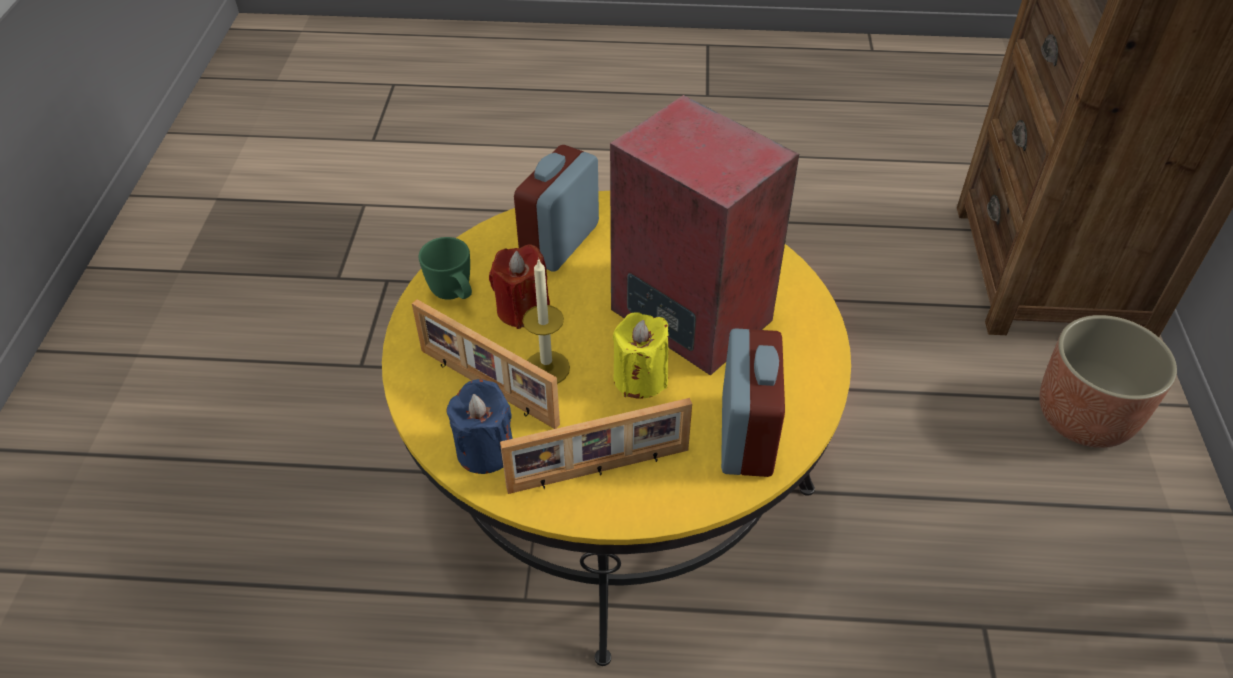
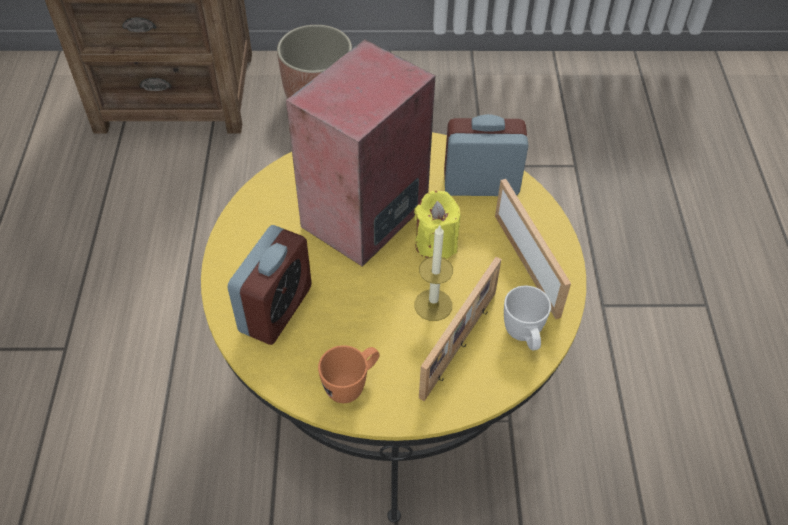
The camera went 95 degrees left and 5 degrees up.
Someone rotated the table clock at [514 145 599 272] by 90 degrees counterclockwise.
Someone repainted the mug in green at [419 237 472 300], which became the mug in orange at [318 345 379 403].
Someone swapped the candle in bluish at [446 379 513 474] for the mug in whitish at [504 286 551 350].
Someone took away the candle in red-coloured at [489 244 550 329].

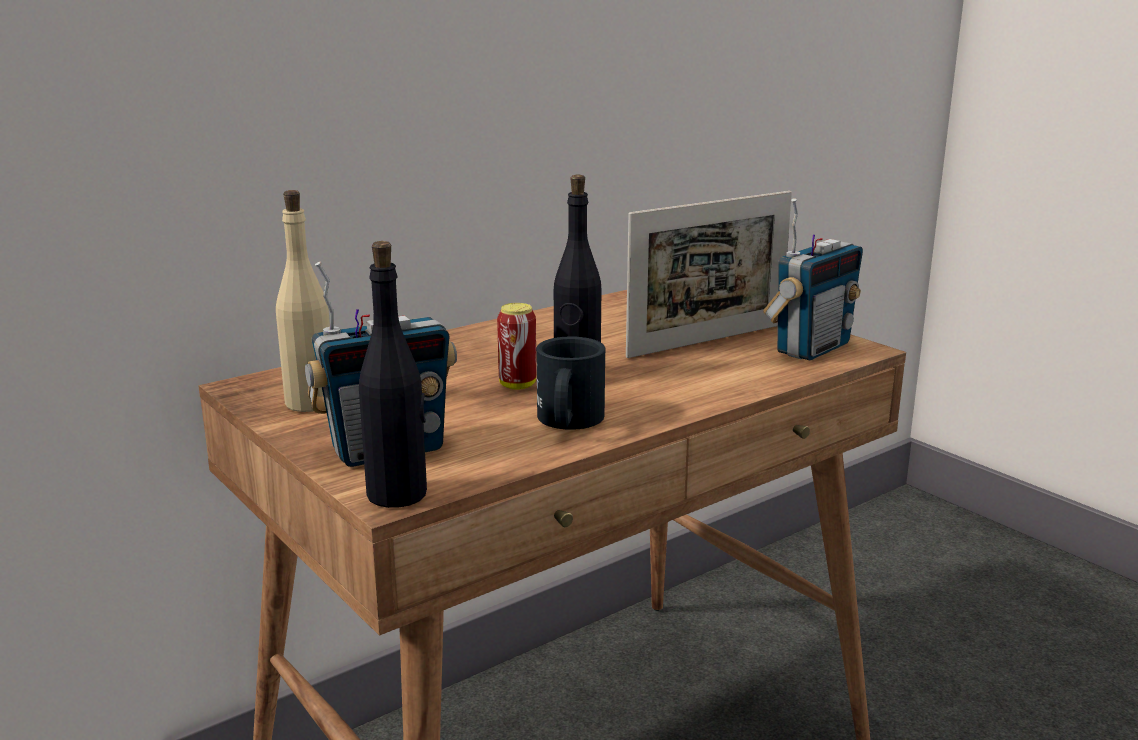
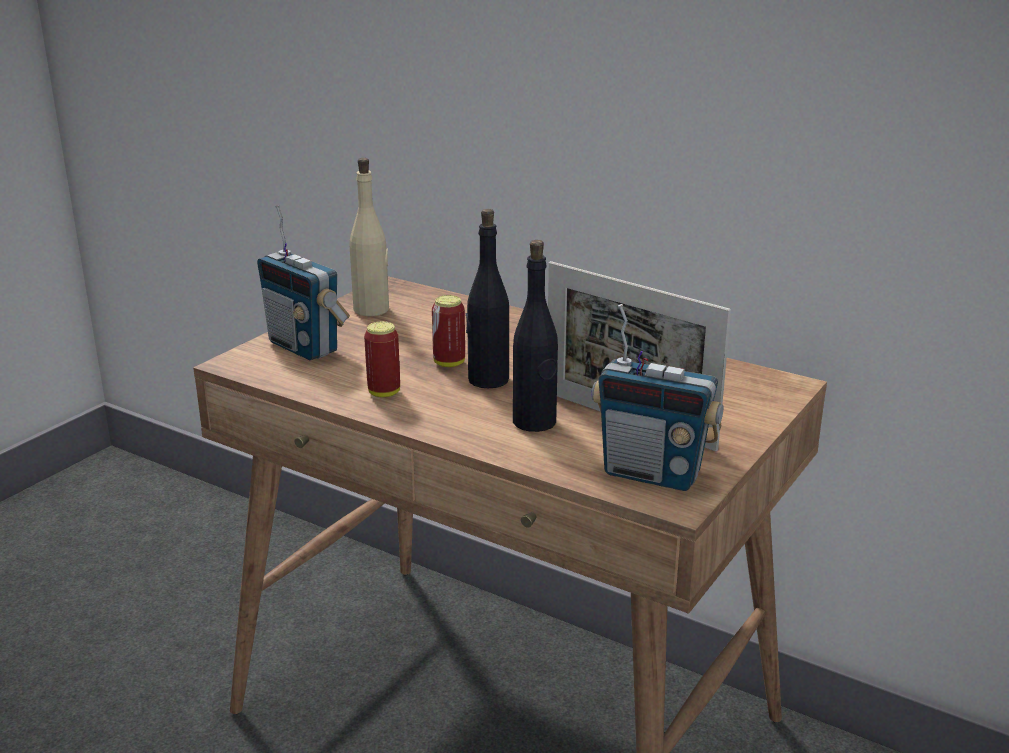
The camera went 70 degrees right and 5 degrees up.
Someone swapped the mug in black at [536 336 606 430] for the sealed can at [364 321 400 397].
Someone carried the drink bottle in black from [359 241 427 508] to [513 240 558 432].

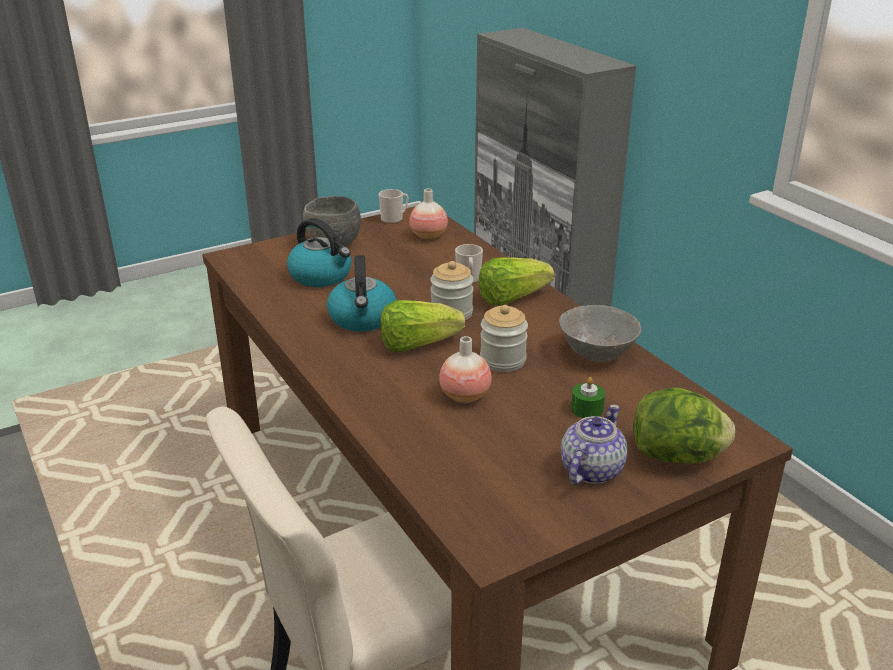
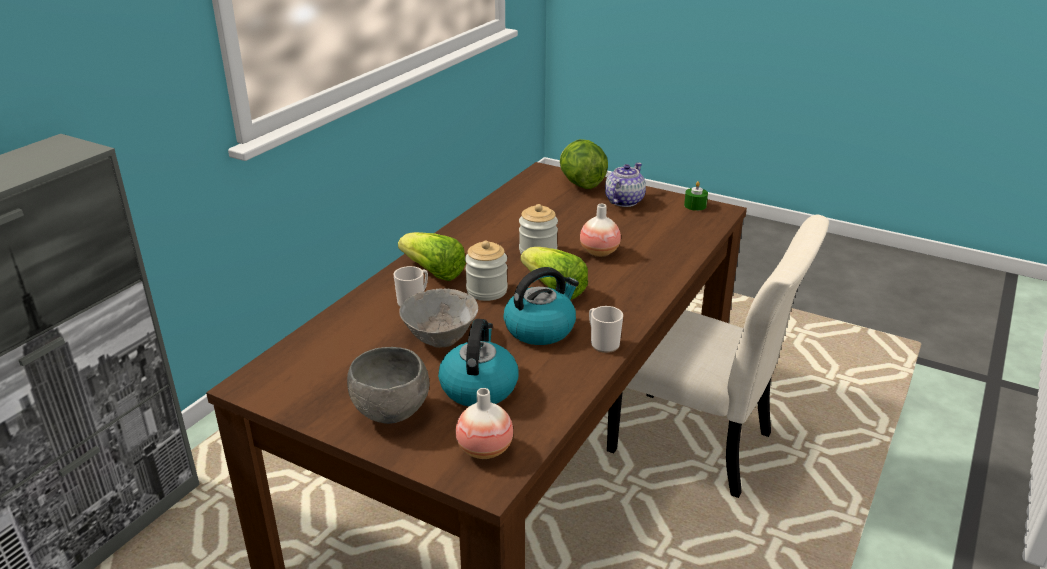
The camera went 120 degrees left and 0 degrees up.
Someone carried the bowl in grey from [559 305 641 363] to [399 289 478 348].
Someone carried the flower vase from [409 189 448 240] to [456 388 513 459].
Someone carried the mug from [379 189 408 224] to [589 306 623 353].
Someone rotated the tea pot at [561 404 628 485] by 120 degrees clockwise.
Someone carried the candle in green from [571 377 605 418] to [684 181 708 211].

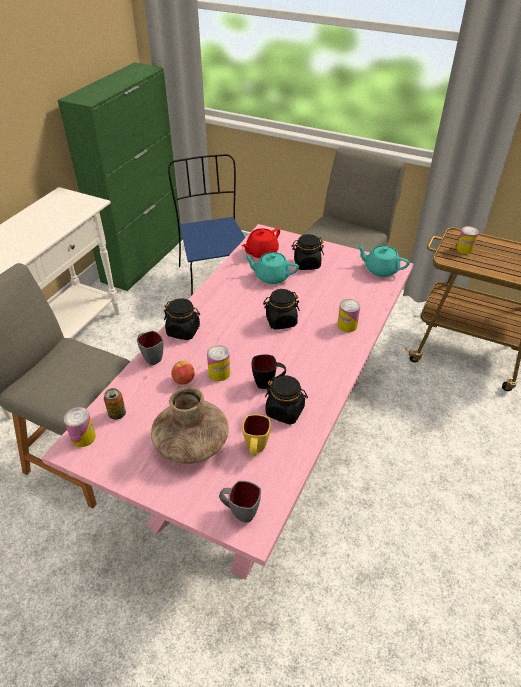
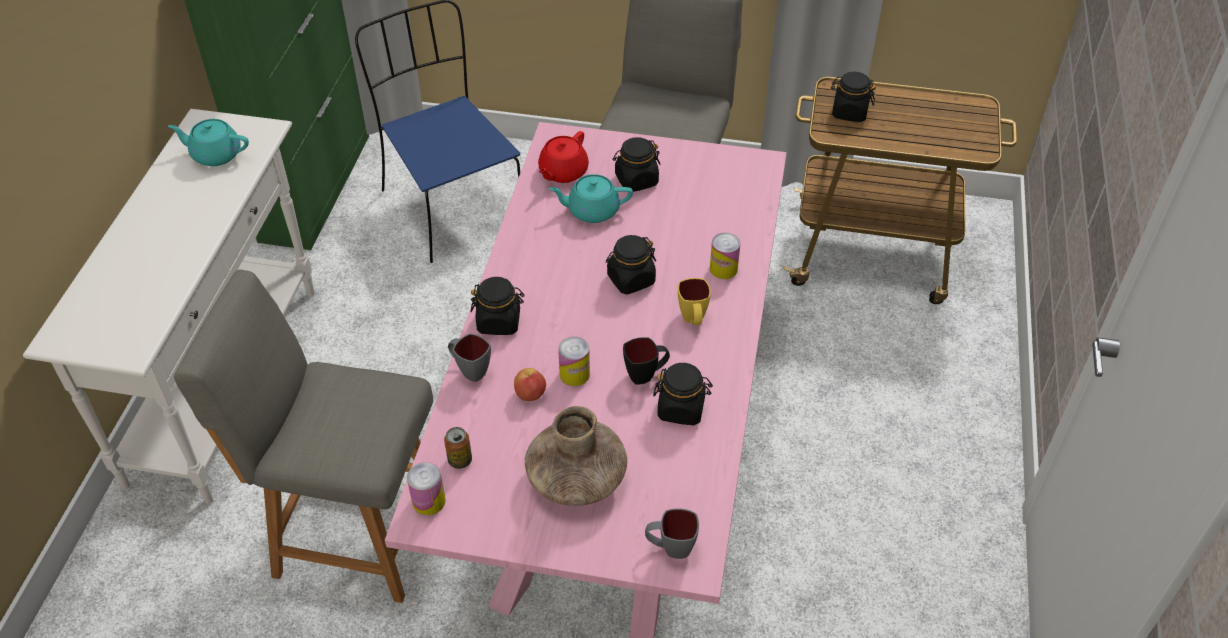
The camera went 15 degrees left and 5 degrees up.
Someone carried the tea pot in turquoise-coloured from [356 245 410 277] to [168 119 249 166].
Someone carried the mug in yellowish from [243 415 271 456] to [678 278 711 325].
Someone swapped the sealed can at [456 226 479 254] for the jar in black at [831 72 876 122].

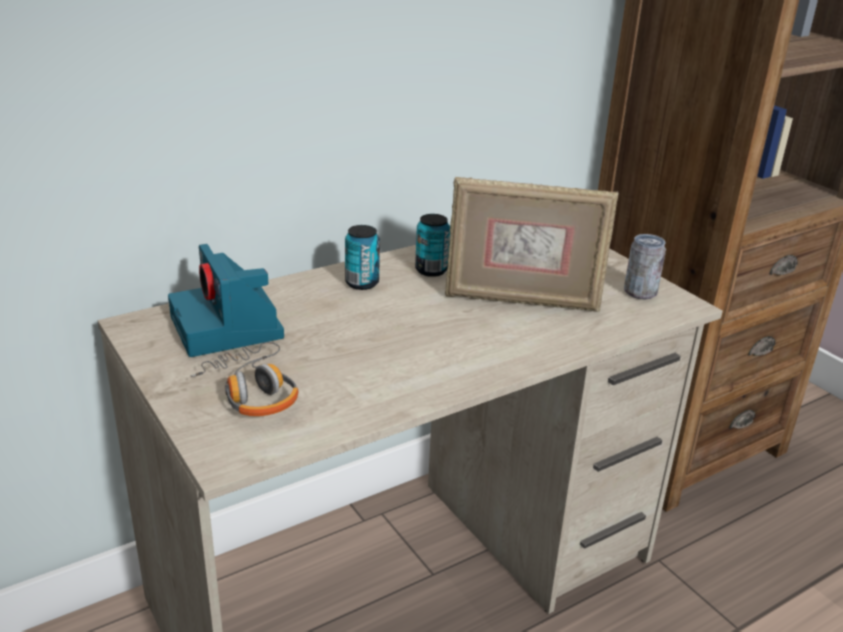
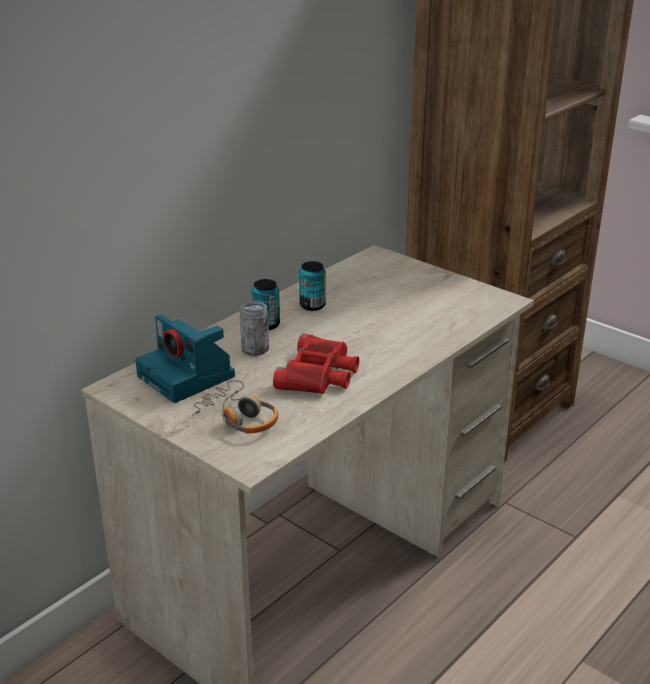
The camera went 15 degrees left and 0 degrees up.
Someone carried the sealed can from [624 234 666 299] to [240 301 269 356].
Someone put down the pair of binoculars in red-coloured at [273 333 359 394].
Someone took away the photo frame at [445 177 619 312].

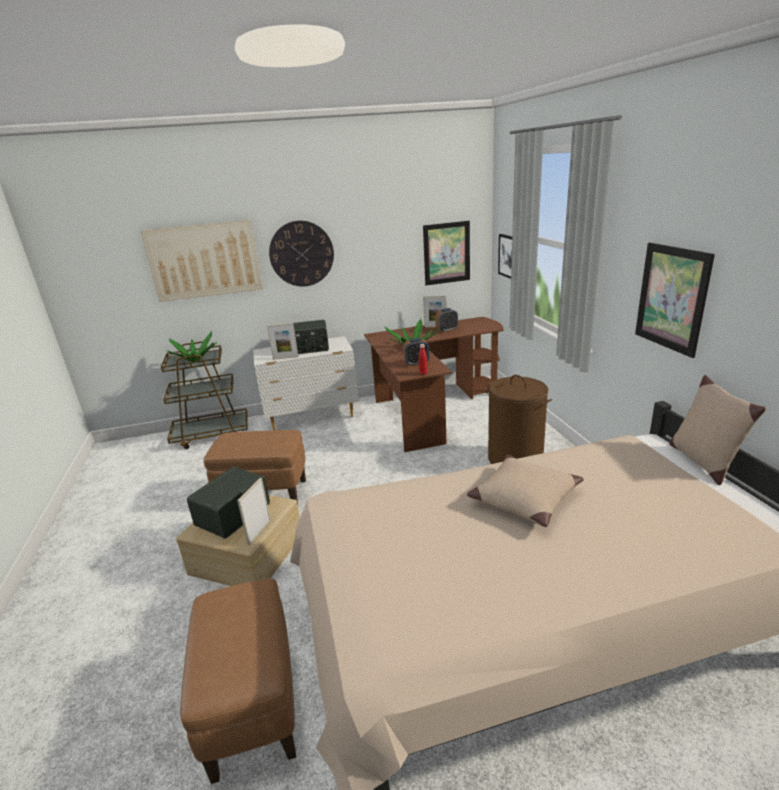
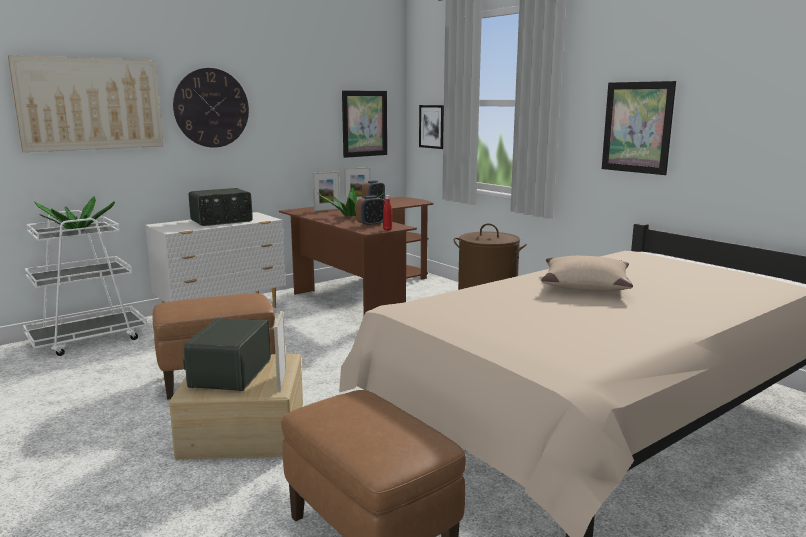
The camera went 25 degrees left and 10 degrees down.
Someone repainted the cart in brown-coloured at [161 342 248 449], which became the cart in whitish at [23 210 147 356].
Someone carried the photo frame from [267 323 299 360] to [312 172 340 211].
Someone took away the pillow in sand-coloured at [669 375 766 485].

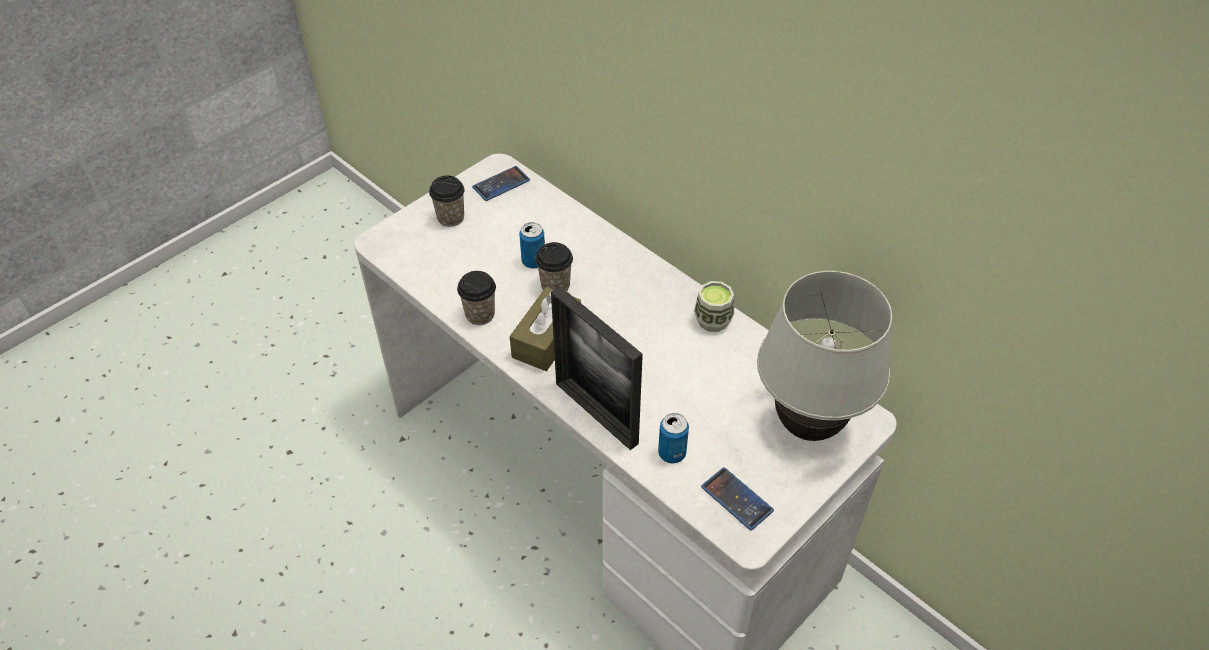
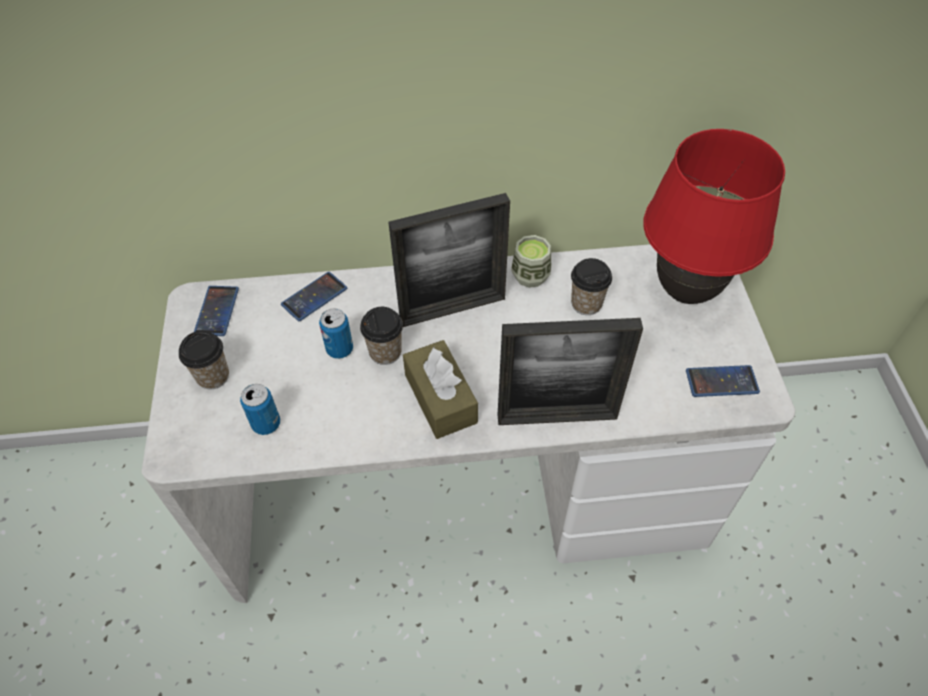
The camera went 50 degrees left and 5 degrees up.
Someone carried the sealed can from [658 413 689 464] to [240 384 280 435].
Someone put down the handset at [281 272 347 321].
Someone put down the photo frame at [388 193 510 327].
Someone carried the drinking cup from [457 271 496 325] to [571 258 612 315].
Someone repainted the tabletop lamp in whitish at [757 271 892 441], which became the tabletop lamp in red-coloured at [643 129 785 304].

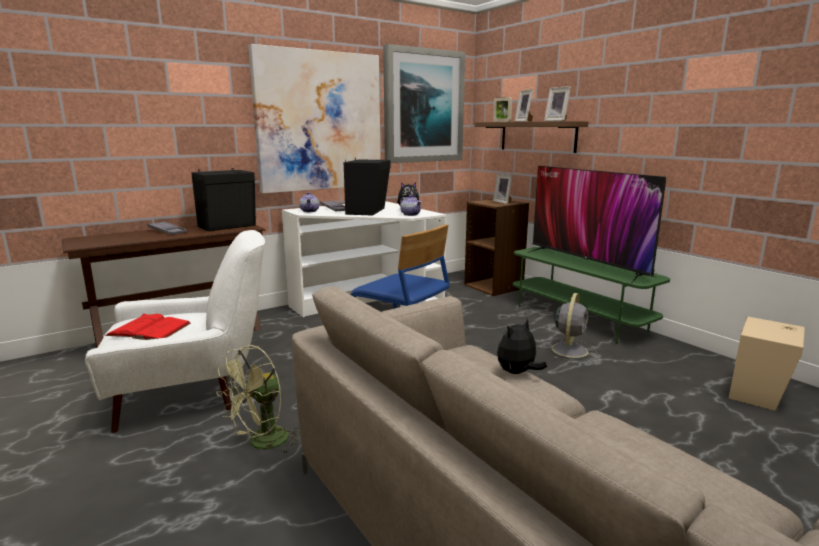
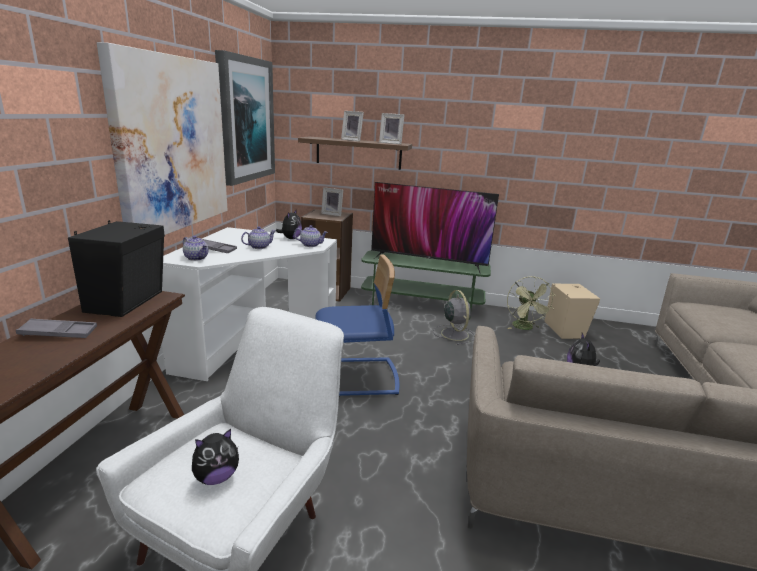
The camera went 45 degrees left and 5 degrees up.
Someone swapped the bound book in red-coloured at [105 313 191 340] for the cuddly toy at [192 429 239 485].
Someone swapped the audio speaker in black at [344 158 390 216] for the tea pot at [241 226 276 249].
Someone carried the electric fan in green from [216 345 300 454] to [507 276 556 330].
Someone took away the photo frame at [493 97 512 122].

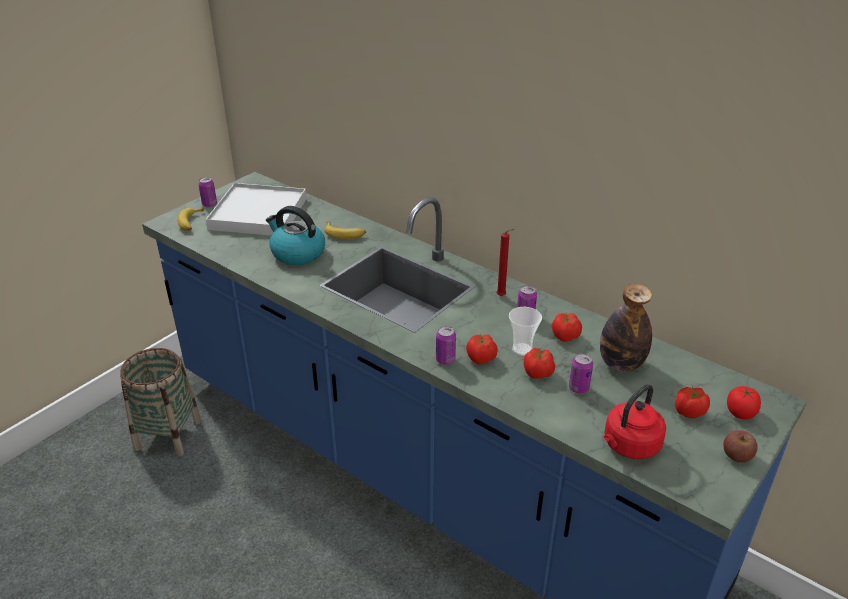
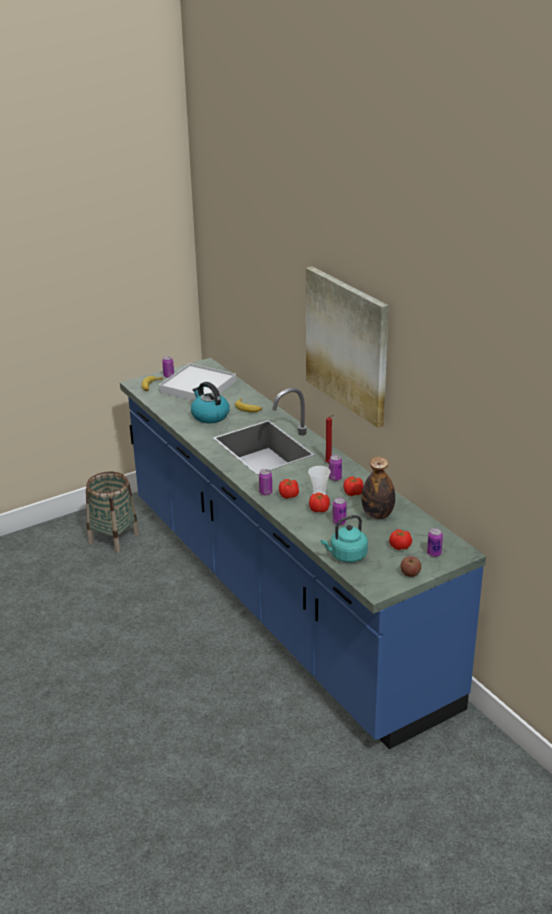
The camera went 20 degrees right and 5 degrees down.
Someone put up the picture at [306 266 389 428].
Someone repainted the tea kettle in red-coloured at [604 384 666 459], which became the tea kettle in turquoise-coloured at [321 515 368 563].
Someone swapped the tomato at [727 386 761 420] for the sealed can at [427 528 443 557].

